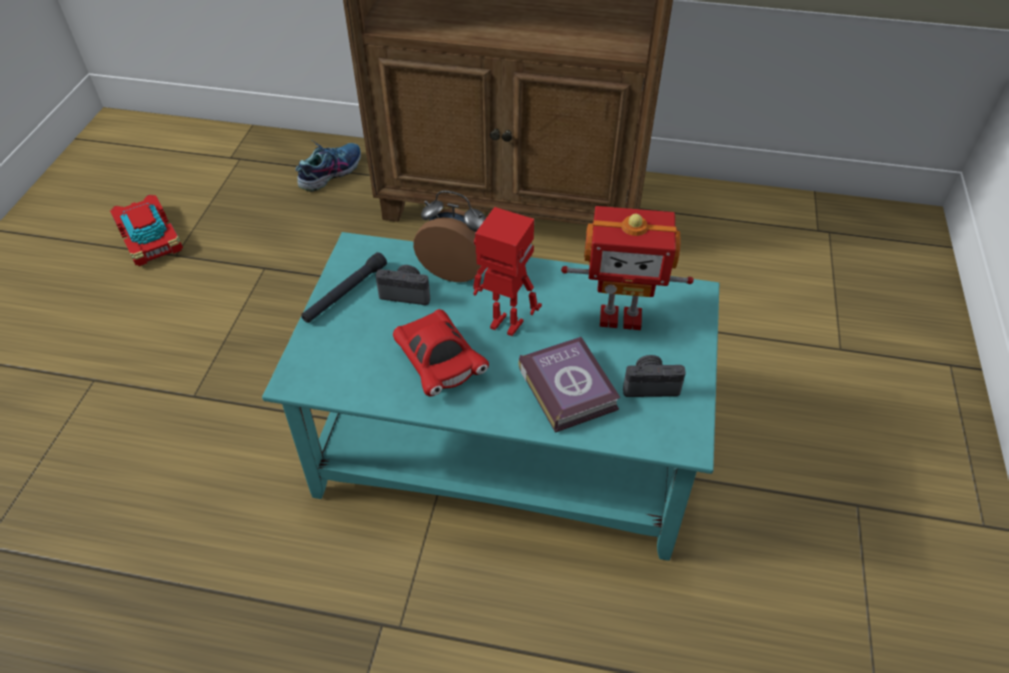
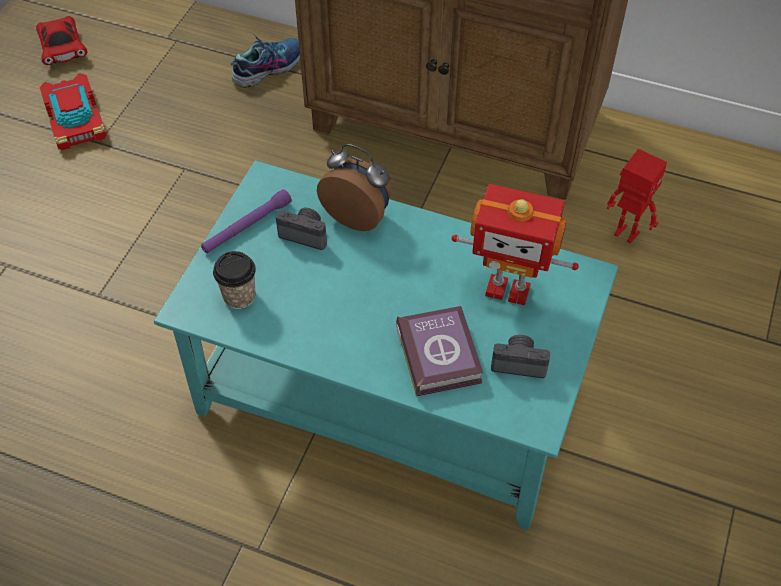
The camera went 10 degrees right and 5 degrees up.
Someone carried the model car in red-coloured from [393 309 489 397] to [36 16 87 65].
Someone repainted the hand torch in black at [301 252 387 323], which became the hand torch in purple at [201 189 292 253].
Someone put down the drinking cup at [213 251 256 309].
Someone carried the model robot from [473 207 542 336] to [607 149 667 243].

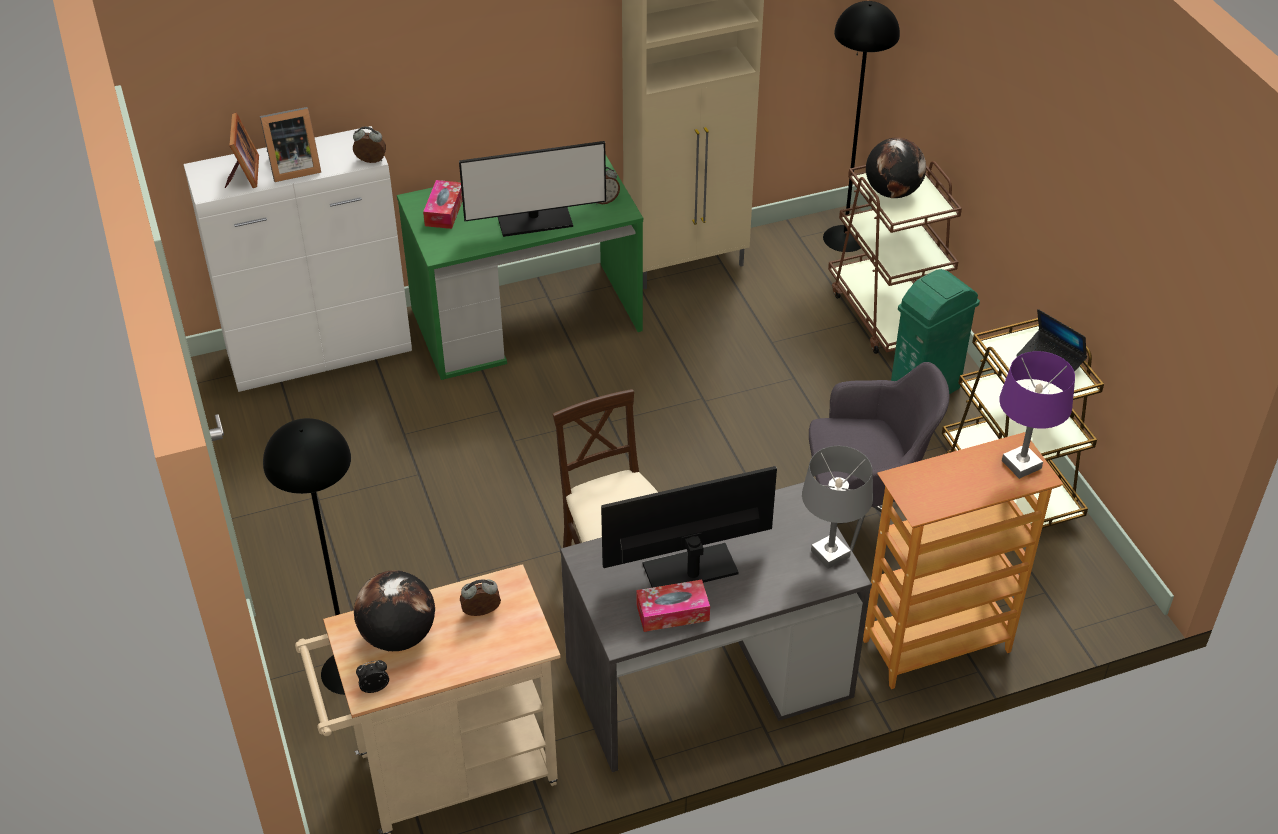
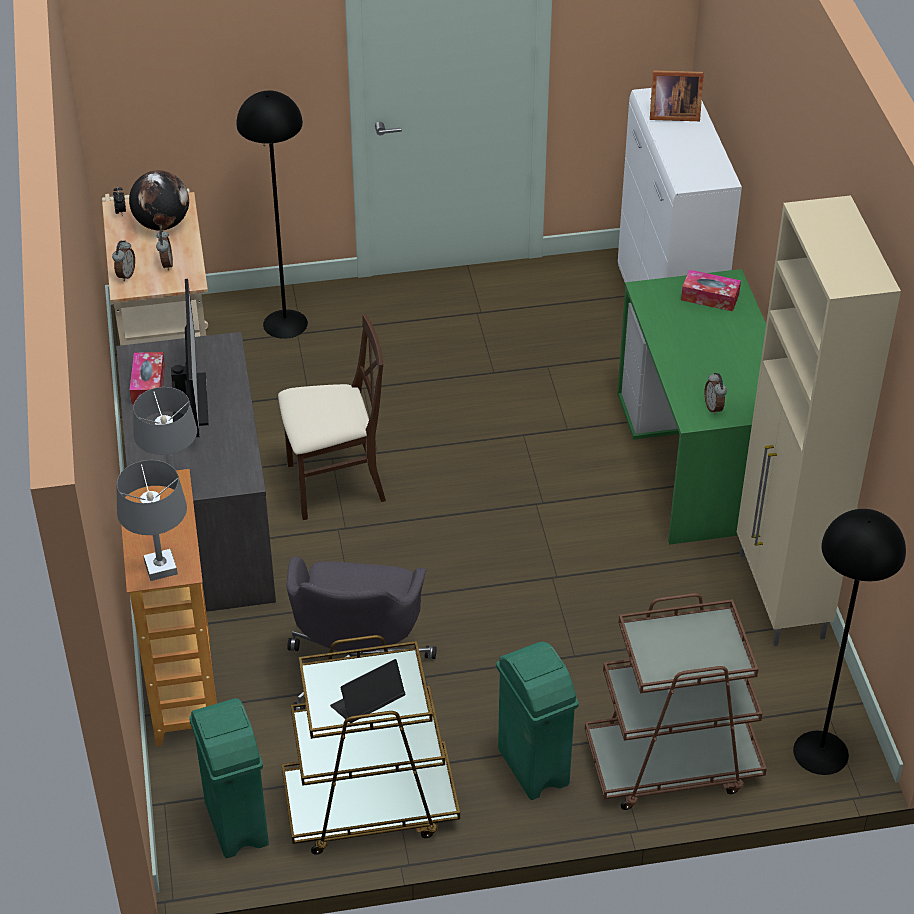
The camera went 100 degrees right and 0 degrees up.
Someone carried the table clock from [353 127 386 163] to [112 240 135 282].
Someone repainted the tabletop lamp in purple at [999 351 1075 479], which became the tabletop lamp in grey at [117 460 187 581].
Someone put down the trash can in green at [189 698 269 858].
Someone took away the photo frame at [260 107 321 182].
Someone took away the monitor at [459 141 606 237].
Someone took away the world globe at [866 137 926 198].

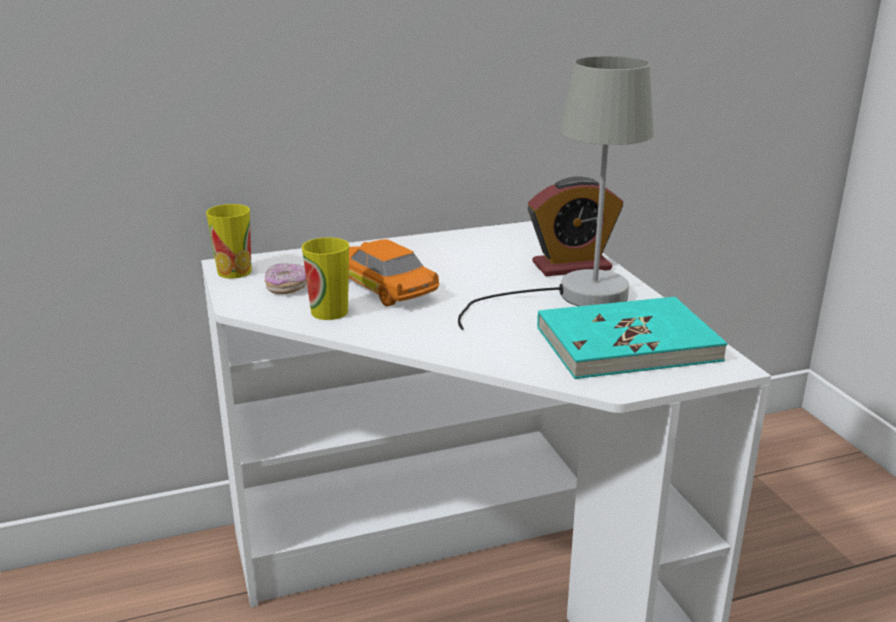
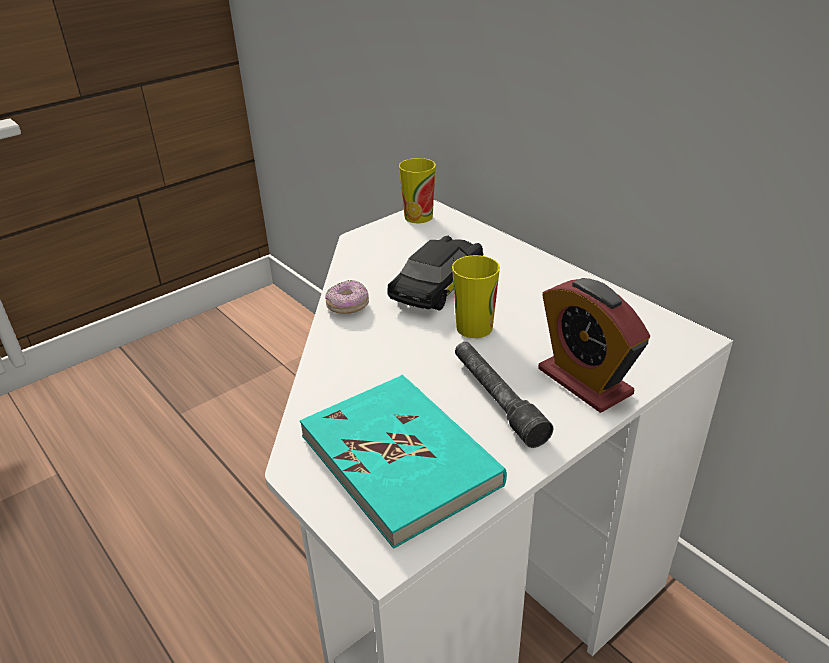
The camera went 70 degrees right and 10 degrees up.
Someone carried the donut from [264 263 307 294] to [325 280 369 314].
Someone repainted the model car in orange at [349 239 439 307], which became the model car in black at [388 236 484 311].
Someone carried the drinking cup from [302 237 349 320] to [452 255 500 338].
Someone swapped the tabletop lamp in grey at [458 56 653 330] for the hand torch in grey at [455 342 553 448].

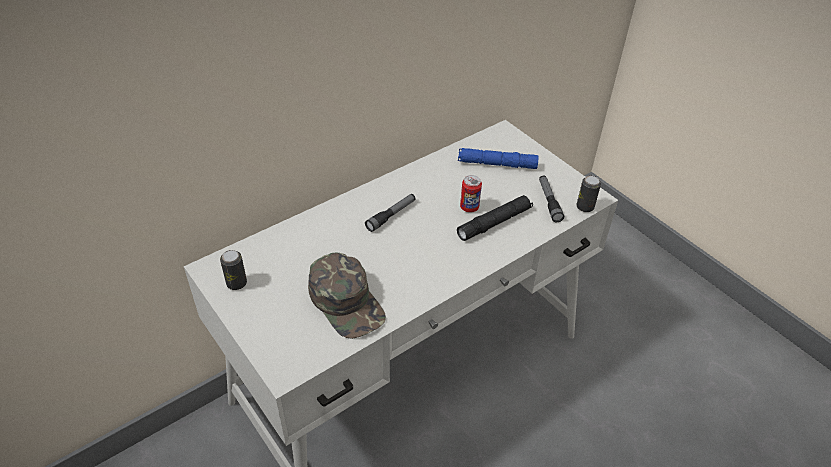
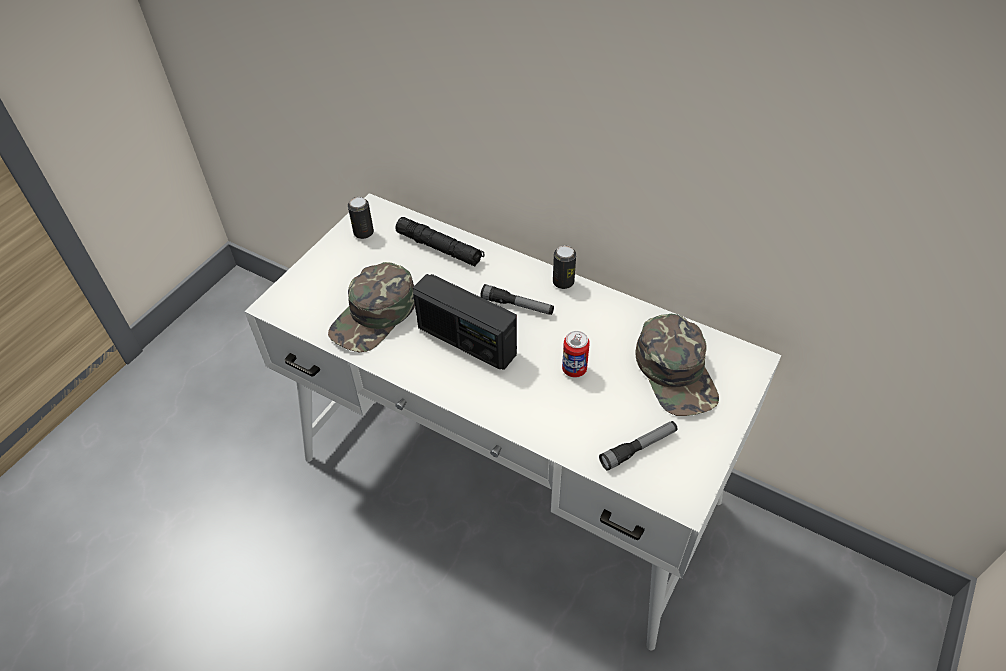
The camera went 70 degrees right and 5 degrees up.
Someone carried the hand torch in black from [457 195 533 241] to [395 217 485 267].
Someone put down the radio set at [413 274 517 370].
Someone carried the sealed can from [576 175 601 212] to [553 245 576 289].
Someone swapped the hand torch in bluish at [458 148 538 169] for the peaked cap in green at [636 314 719 416].

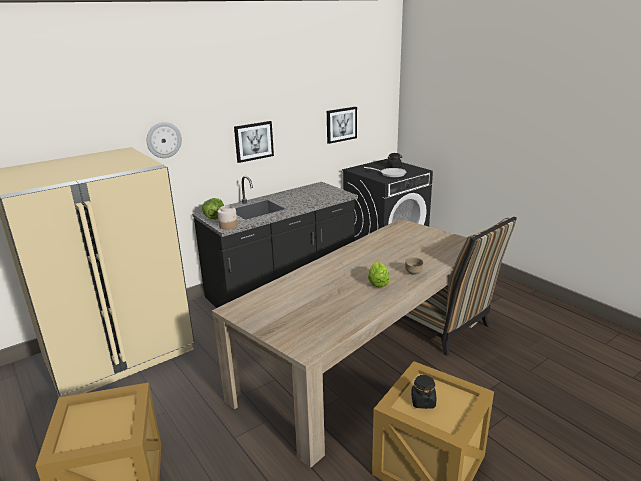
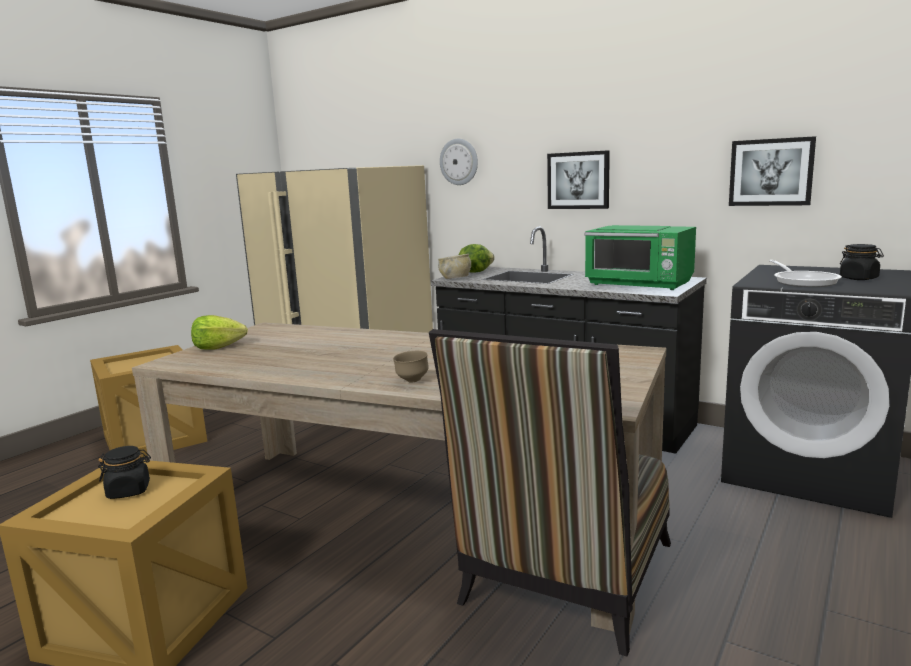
The camera went 70 degrees right and 10 degrees down.
Someone carried the head of lettuce from [368 262 389 287] to [191 315 248 350].
Someone swapped the jar at [218 206 237 229] for the bowl in sand-coloured at [438 254 471 279].
Someone put down the microwave in green at [585 225 696 290].

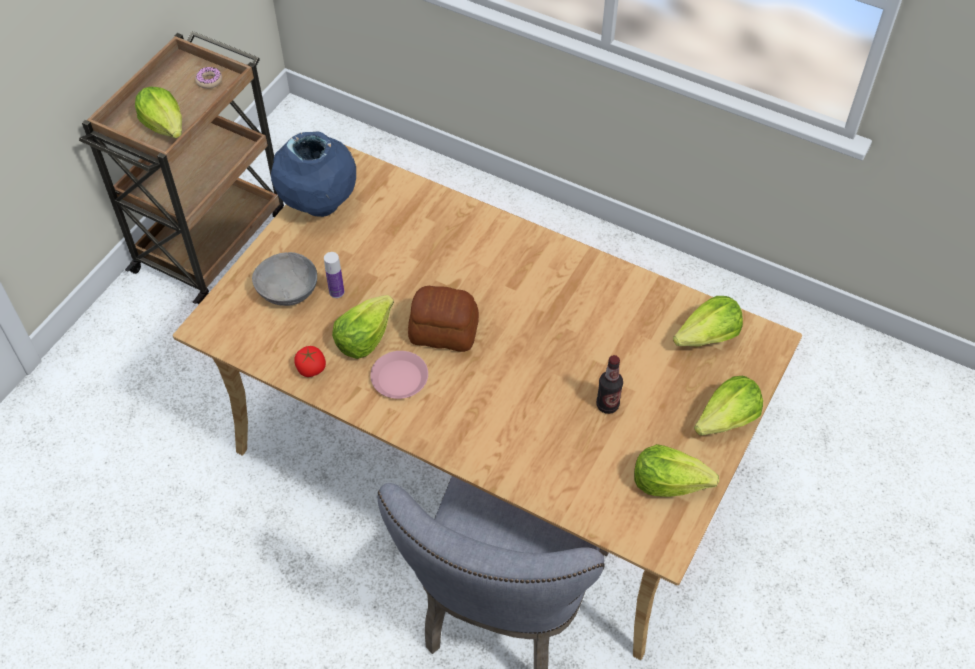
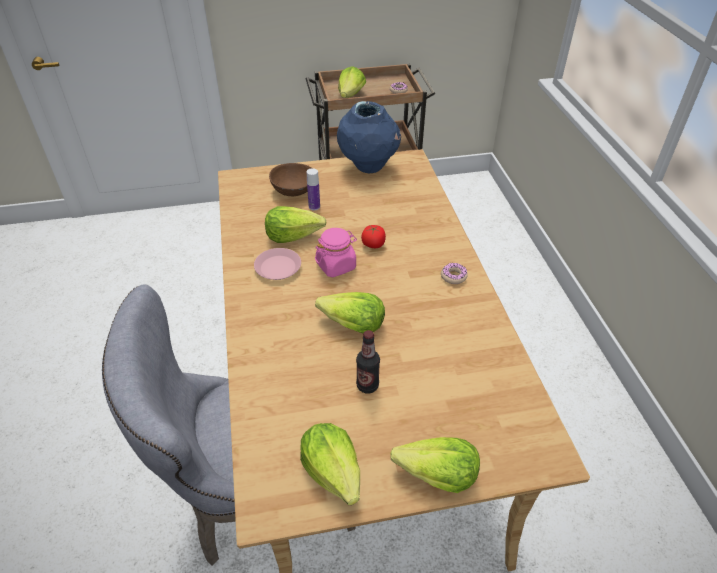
The camera went 50 degrees right and 10 degrees down.
Someone repainted the bowl in grey at [252 252 317 306], which became the bowl in brown-coloured at [269 163 312 196].
Someone swapped the bread at [408 286 479 352] for the jar in pinkish at [315 228 357 277].
Someone carried the head of lettuce from [673 296 743 346] to [315 292 385 333].
Someone carried the tomato from [294 346 326 377] to [361 225 386 248].
Someone put down the donut at [441 263 468 284].

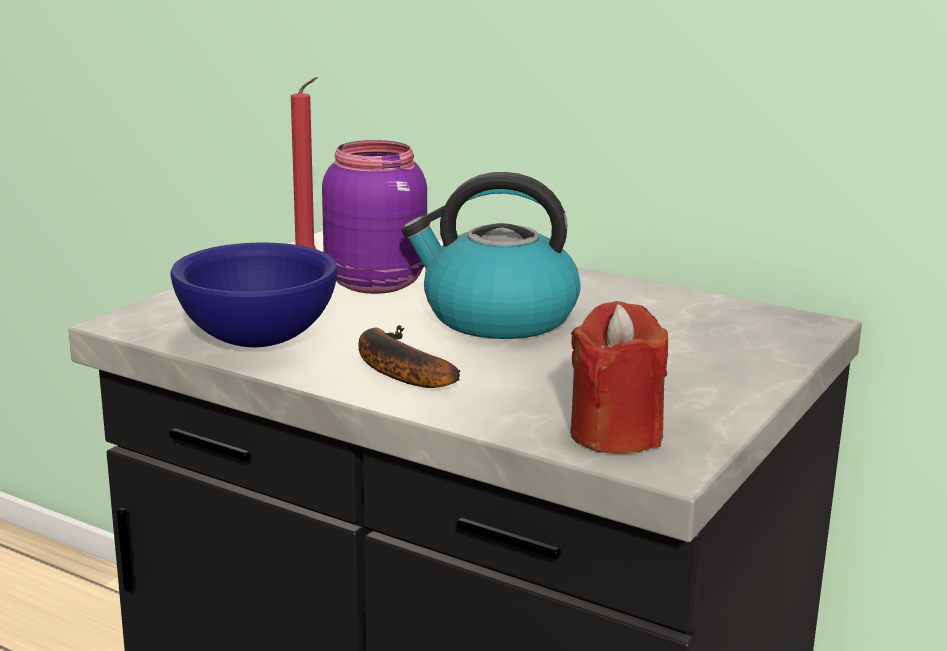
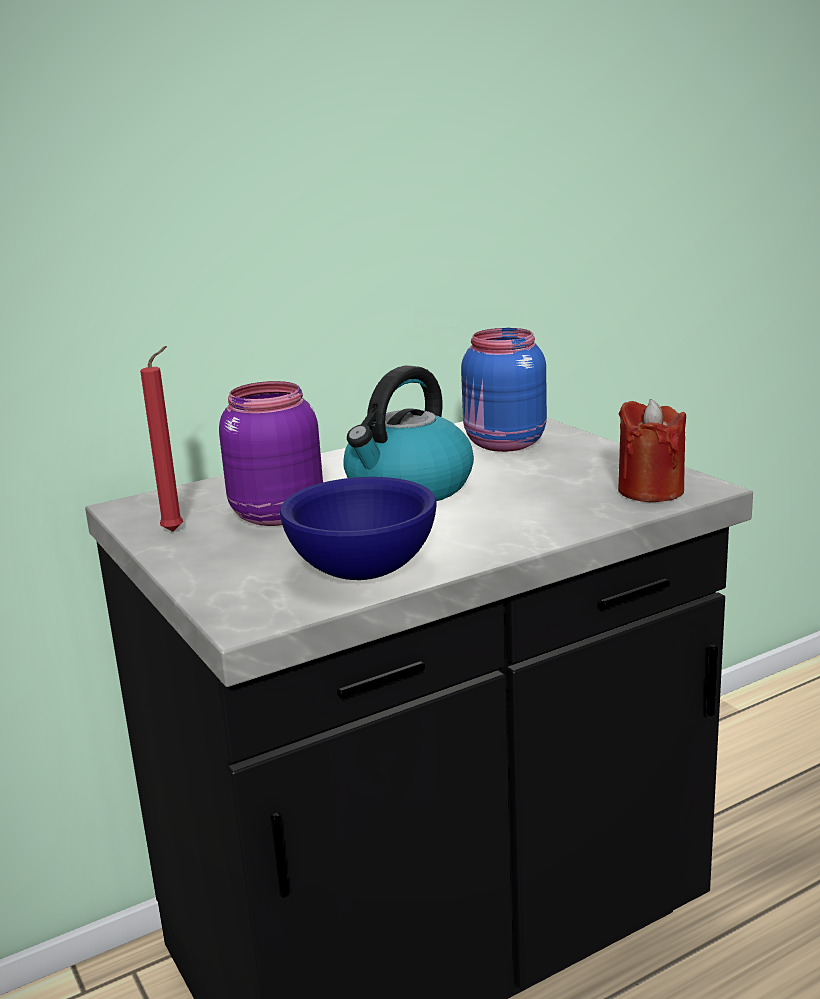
The camera went 60 degrees left and 0 degrees up.
Someone put down the jar in bluish at [461 328 547 452].
Someone took away the whole banana at [358 325 460 388].

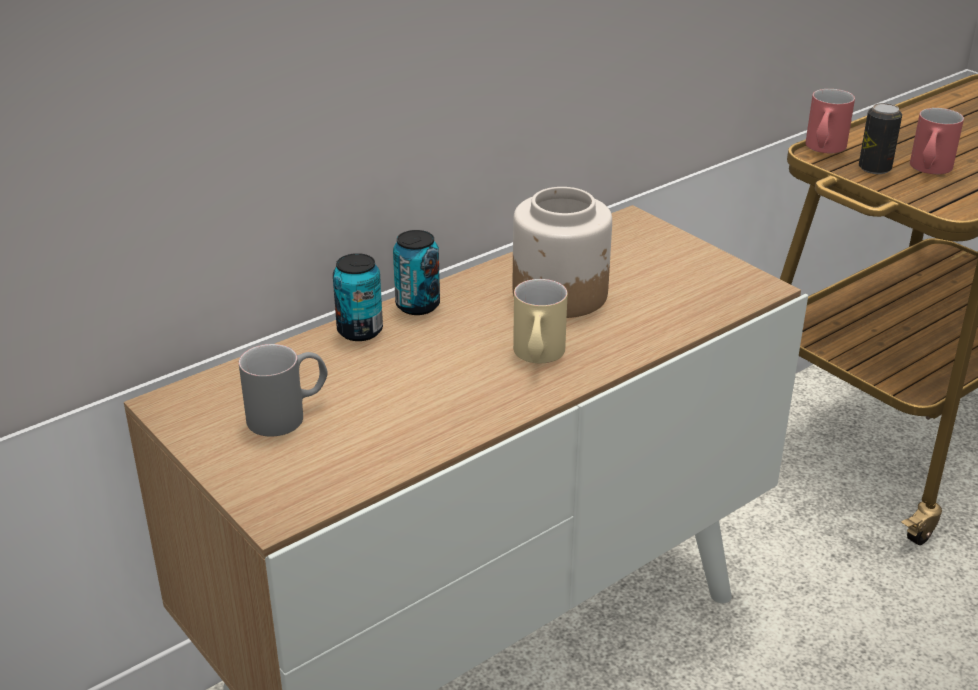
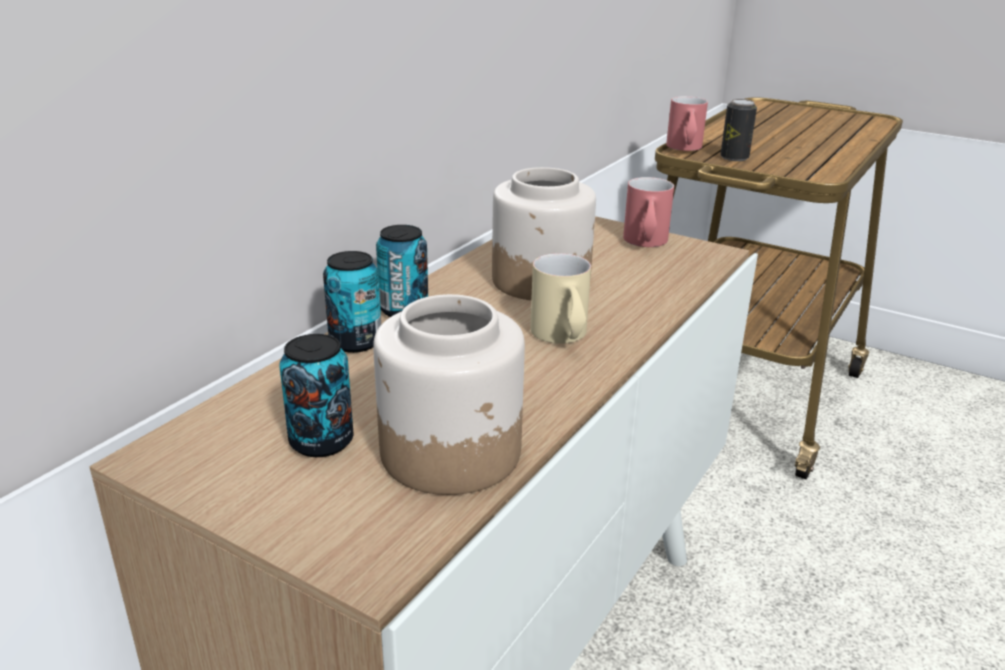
The camera went 20 degrees left and 5 degrees down.
Someone swapped the mug in grey at [239 344 328 436] for the sealed can at [280 334 354 457].
Someone put down the jar at [373 294 525 495].
Someone carried the mug in red-coloured from [910 108 964 174] to [623 177 674 247].

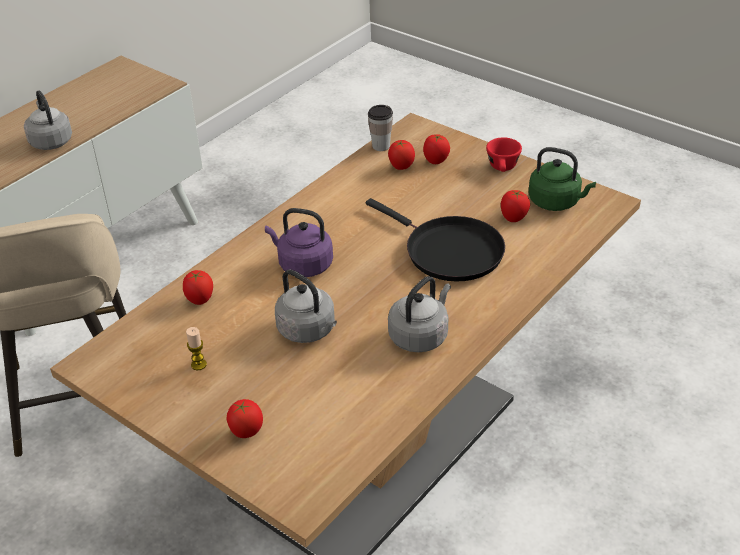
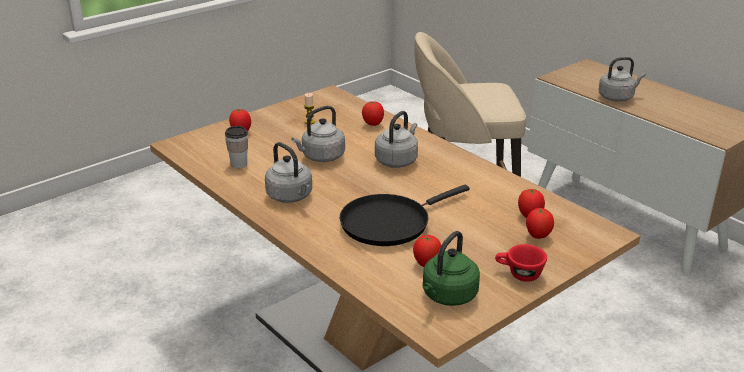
The camera went 100 degrees right and 10 degrees down.
Someone carried the drinking cup from [368 105 393 151] to [225 126 248 168].
Someone repainted the tea kettle in purple at [265 208 333 277], which became the tea kettle in grey at [375 111 418 168].

